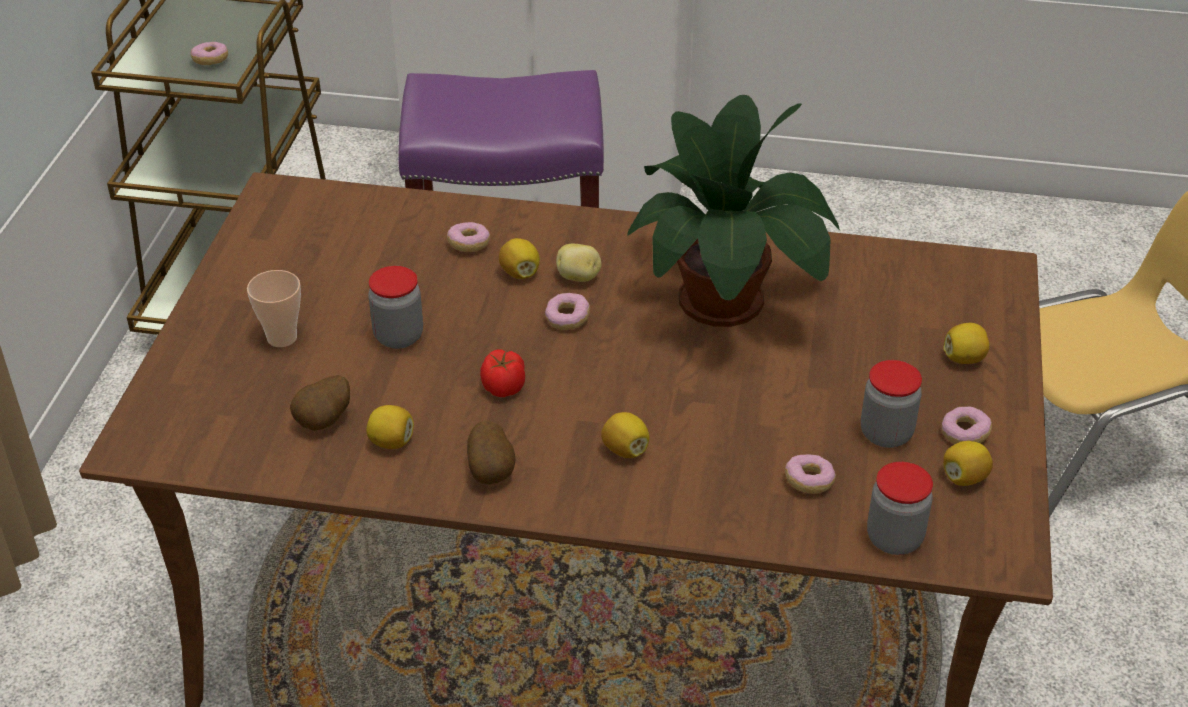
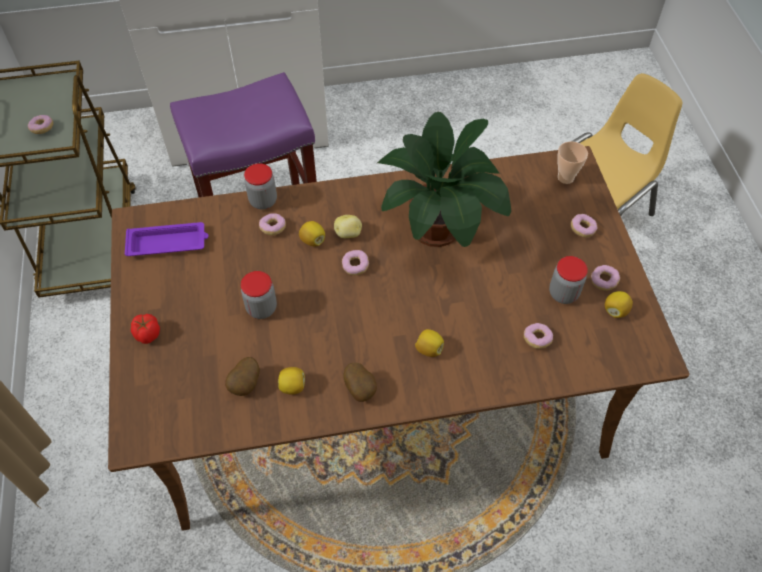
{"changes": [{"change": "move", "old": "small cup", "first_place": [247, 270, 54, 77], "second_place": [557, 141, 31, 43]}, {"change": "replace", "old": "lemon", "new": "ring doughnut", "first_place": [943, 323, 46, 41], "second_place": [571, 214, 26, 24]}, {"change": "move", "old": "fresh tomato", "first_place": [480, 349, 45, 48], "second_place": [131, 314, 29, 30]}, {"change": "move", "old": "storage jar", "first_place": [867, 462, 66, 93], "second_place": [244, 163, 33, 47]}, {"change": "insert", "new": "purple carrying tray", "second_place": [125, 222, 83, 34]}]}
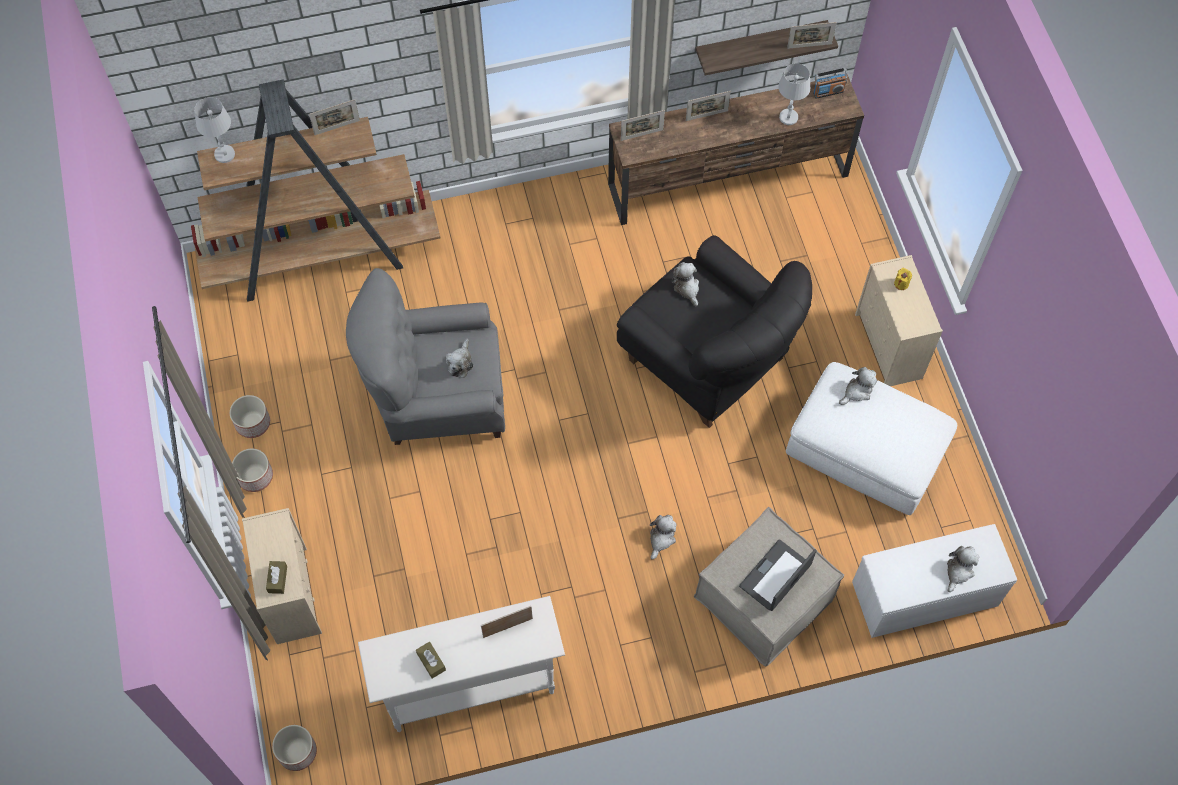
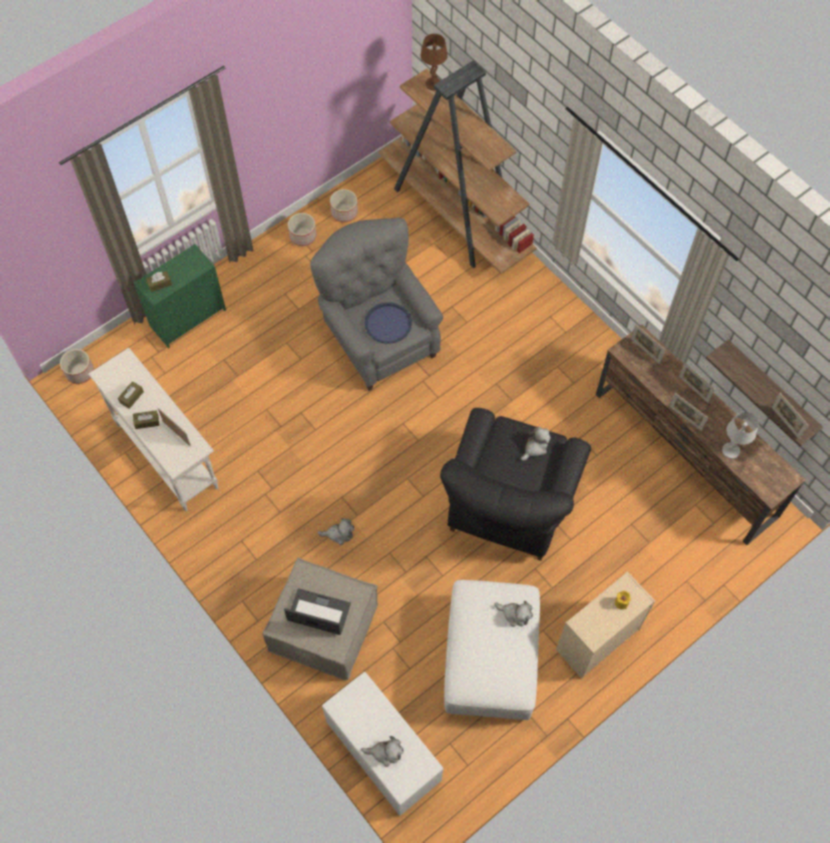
{"changes": [{"change": "delete", "old": "radio receiver", "first_place": [813, 68, 34, 31]}, {"change": "recolor", "old": "white tabletop lamp", "new": "brown-coloured tabletop lamp", "first_place": [194, 97, 41, 66], "second_place": [421, 34, 27, 57]}, {"change": "move", "old": "photo frame", "first_place": [309, 99, 51, 36], "second_place": [669, 393, 39, 38]}, {"change": "replace", "old": "cuddly toy", "new": "bluish carrying tray", "first_place": [446, 339, 27, 39], "second_place": [364, 302, 48, 42]}, {"change": "move", "old": "plant pot", "first_place": [232, 449, 41, 43], "second_place": [330, 189, 28, 33]}, {"change": "recolor", "old": "sand-coloured dresser", "new": "greenish dresser", "first_place": [242, 508, 80, 136], "second_place": [134, 244, 92, 104]}, {"change": "insert", "new": "brown-coloured box of tissues", "second_place": [133, 410, 26, 19]}]}
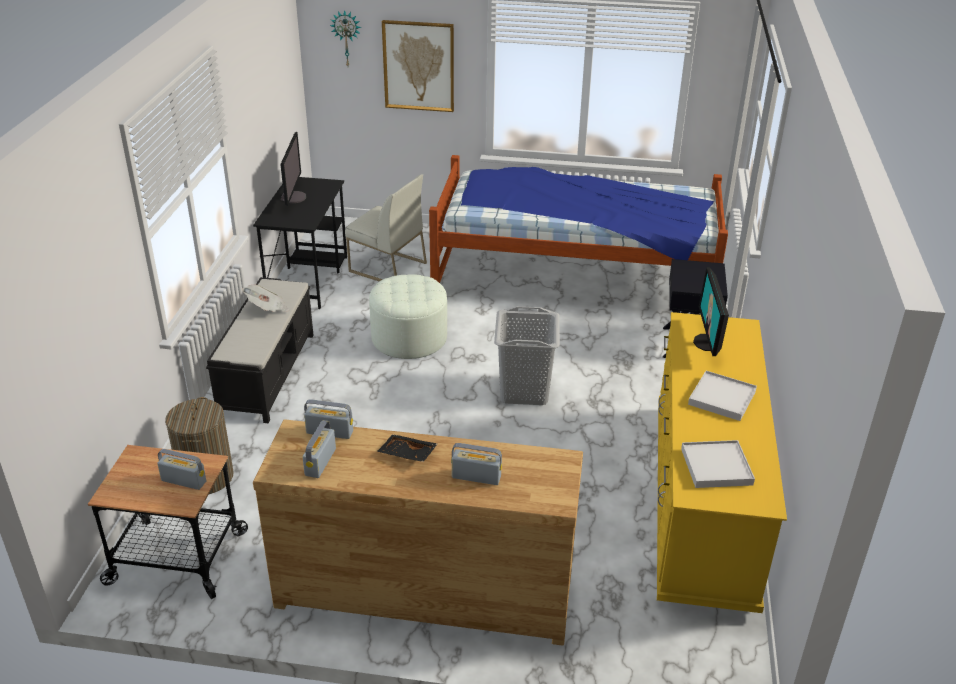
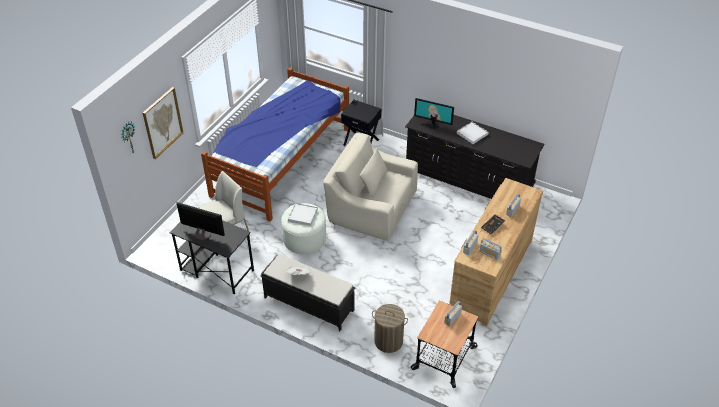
{"changes": [{"change": "replace", "old": "grey hamper", "new": "sand-coloured easy chair", "first_place": [494, 306, 66, 99], "second_place": [323, 133, 95, 108]}, {"change": "recolor", "old": "yellowish dresser", "new": "black dresser", "first_place": [657, 312, 130, 301], "second_place": [405, 115, 140, 84]}, {"change": "move", "old": "white carrying tray", "first_place": [681, 440, 74, 48], "second_place": [288, 203, 30, 23]}]}
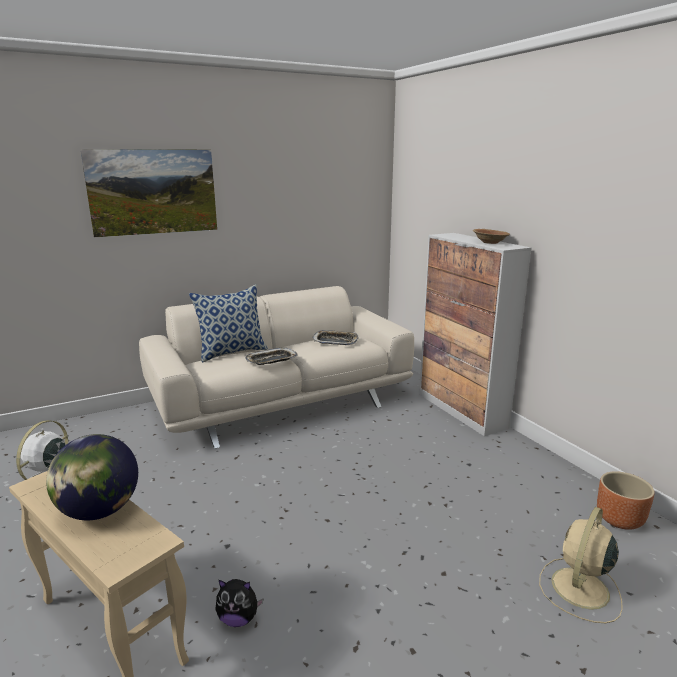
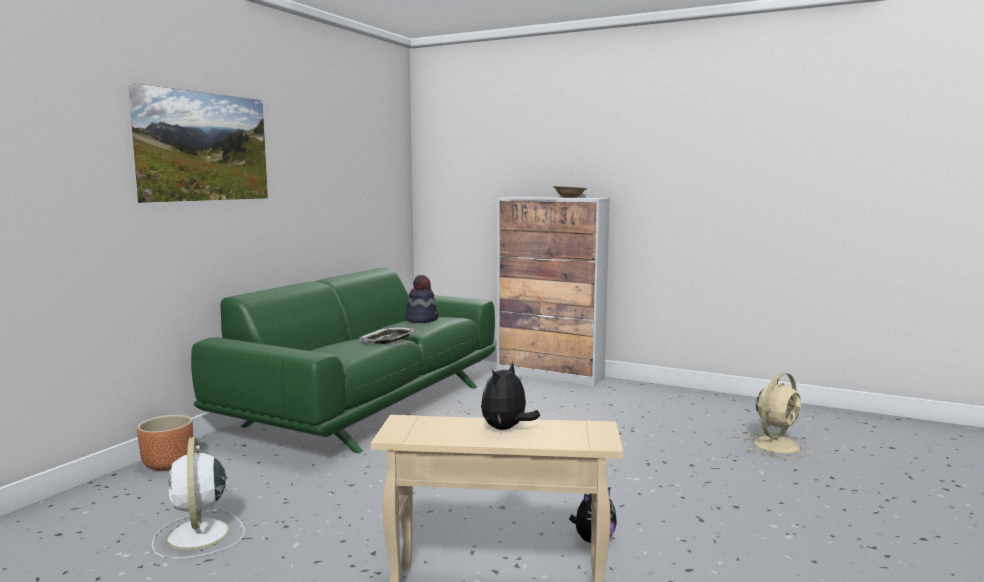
{"changes": [{"change": "delete", "old": "throw pillow", "first_place": [189, 284, 79, 79]}, {"change": "recolor", "old": "sand-coloured sofa", "new": "greenish sofa", "first_place": [139, 286, 275, 163], "second_place": [191, 268, 305, 185]}, {"change": "replace", "old": "carrying tray", "new": "clothing hat", "first_place": [313, 330, 46, 15], "second_place": [405, 275, 33, 48]}, {"change": "replace", "old": "globe", "new": "cuddly toy", "first_place": [46, 434, 92, 86], "second_place": [481, 361, 59, 69]}, {"change": "move", "old": "brown-coloured plant pot", "first_place": [597, 471, 57, 59], "second_place": [137, 415, 56, 56]}, {"change": "rotate", "old": "sand-coloured fan", "first_place": [539, 507, 84, 116], "second_place": [745, 373, 68, 85], "degrees": -135}]}
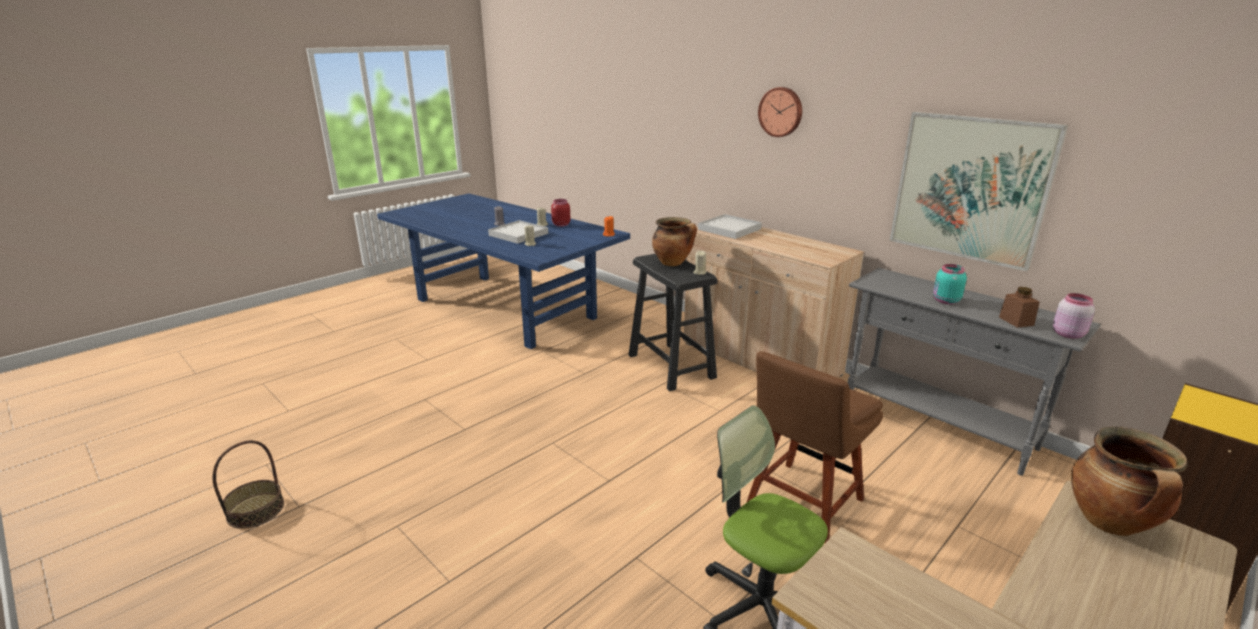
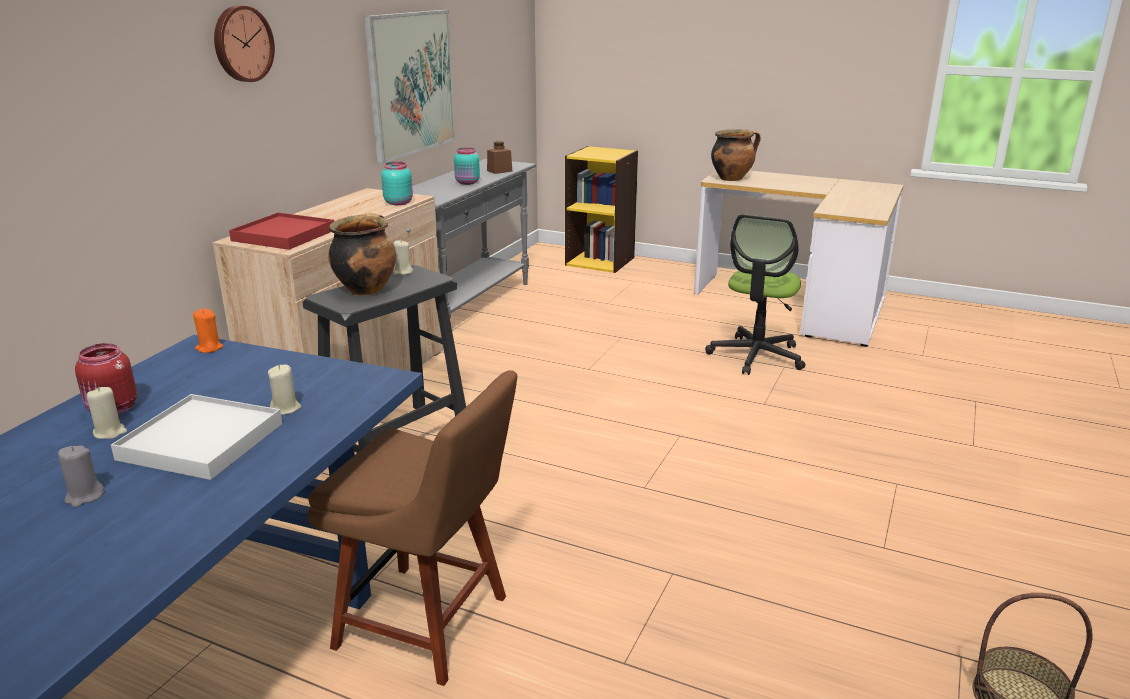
{"changes": [{"change": "recolor", "old": "white carrying tray", "new": "red carrying tray", "first_place": [698, 214, 64, 25], "second_place": [229, 213, 105, 37]}, {"change": "delete", "old": "pinkish storage jar", "first_place": [1053, 293, 42, 46]}, {"change": "move", "old": "brown-coloured plain chair", "first_place": [747, 351, 136, 192], "second_place": [307, 370, 210, 316]}, {"change": "insert", "new": "turquoise-coloured storage jar", "second_place": [381, 162, 32, 43]}]}
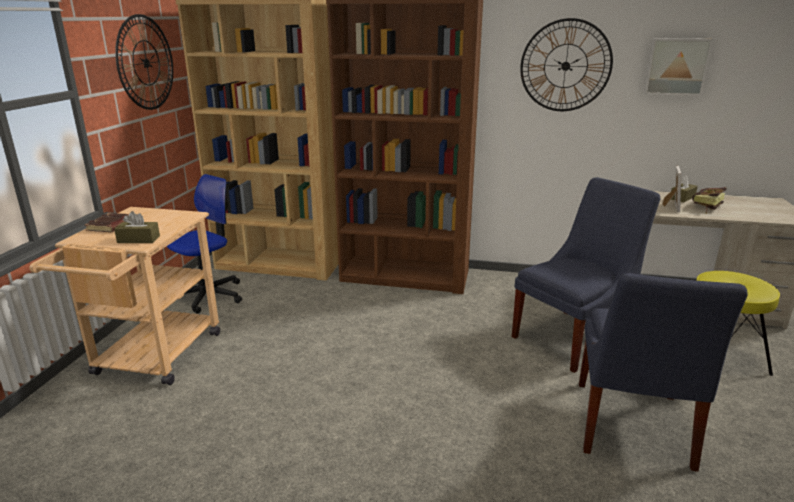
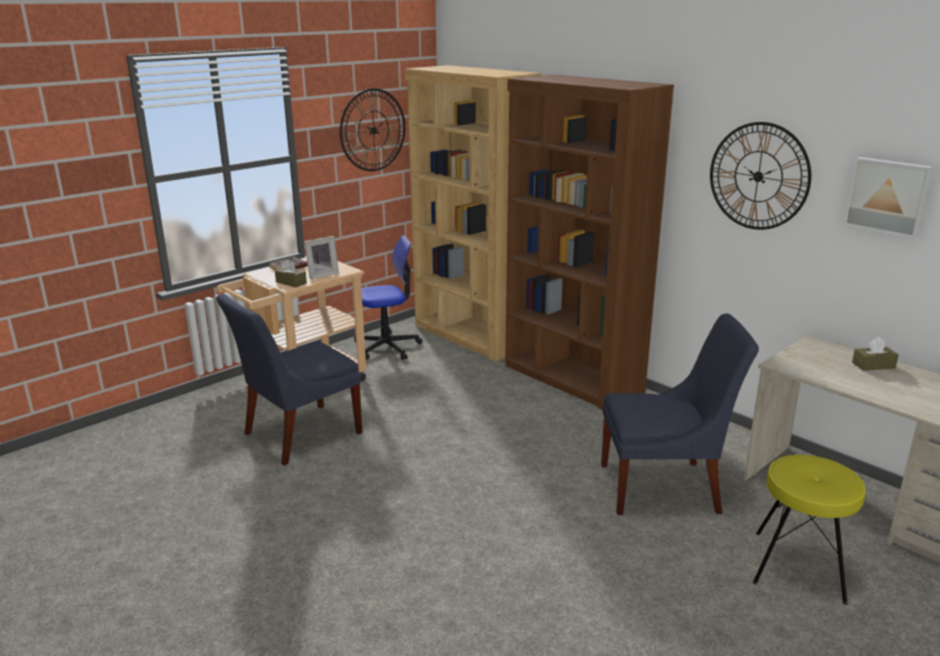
{"changes": [{"change": "move", "old": "photo frame", "first_place": [662, 166, 19, 46], "second_place": [304, 236, 35, 44]}, {"change": "delete", "old": "book", "first_place": [692, 187, 35, 26]}, {"change": "move", "old": "bluish plain chair", "first_place": [579, 273, 169, 199], "second_place": [216, 294, 147, 172]}]}
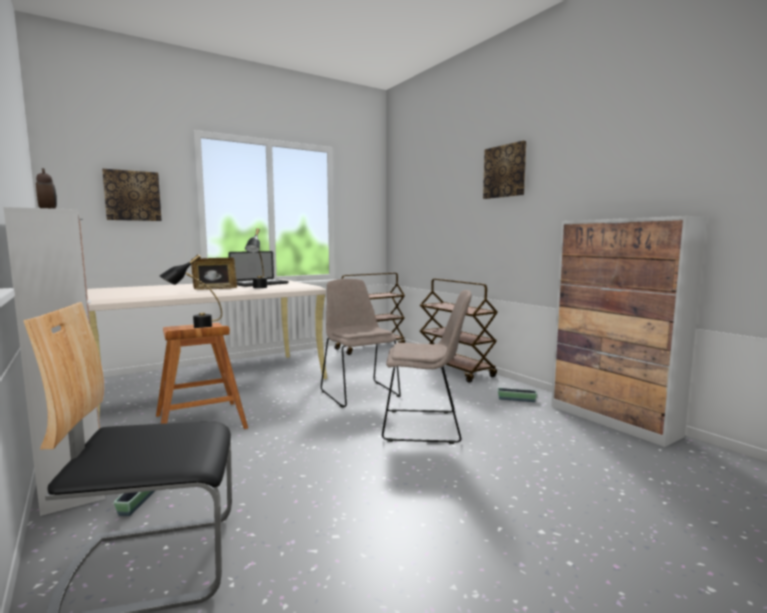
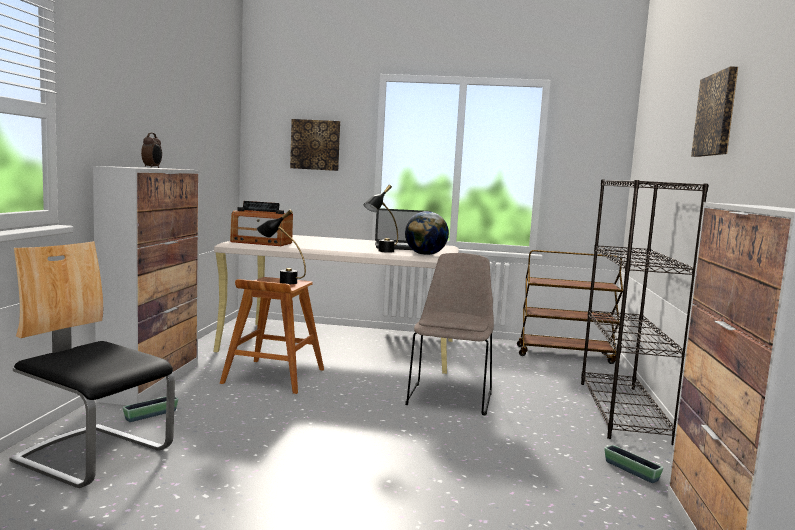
{"changes": [{"change": "delete", "old": "photo frame", "first_place": [191, 257, 46, 33]}, {"change": "replace", "old": "brown-coloured cart", "new": "black bookshelf", "first_place": [419, 279, 79, 104], "second_place": [581, 179, 128, 266]}, {"change": "delete", "old": "sand-coloured plain chair", "first_place": [382, 290, 90, 154]}, {"change": "insert", "new": "radio receiver", "second_place": [230, 201, 63, 45]}, {"change": "insert", "new": "globe", "second_place": [405, 211, 44, 44]}]}
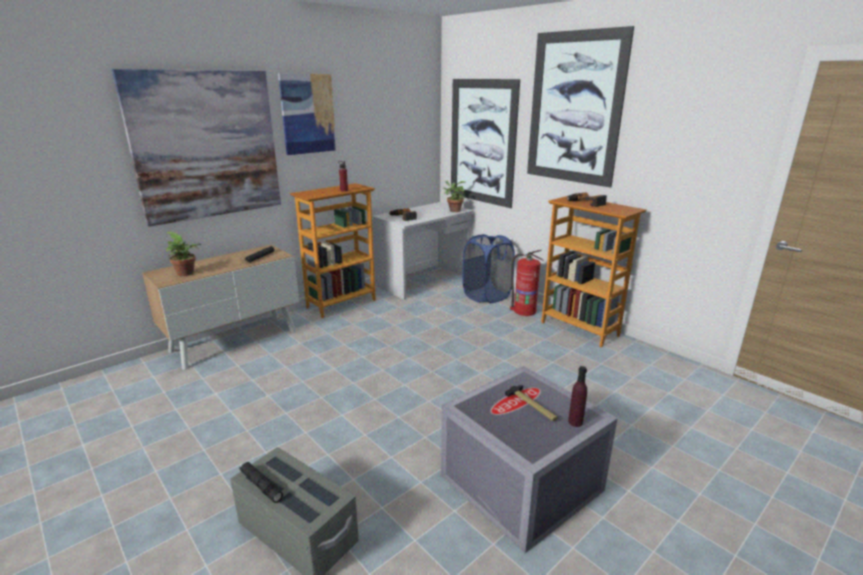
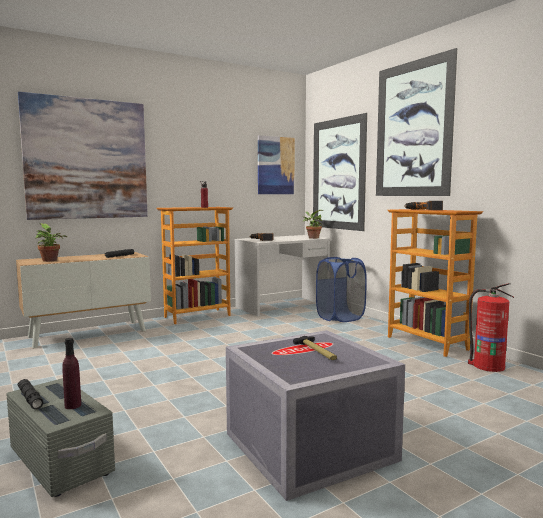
{"changes": [{"change": "move", "old": "wall art", "first_place": [278, 74, 58, 81], "second_place": [258, 135, 37, 59]}, {"change": "move", "old": "extinguisher", "first_place": [510, 250, 34, 66], "second_place": [468, 283, 46, 89]}, {"change": "move", "old": "purple drink bottle", "first_place": [568, 366, 19, 61], "second_place": [62, 338, 19, 71]}]}
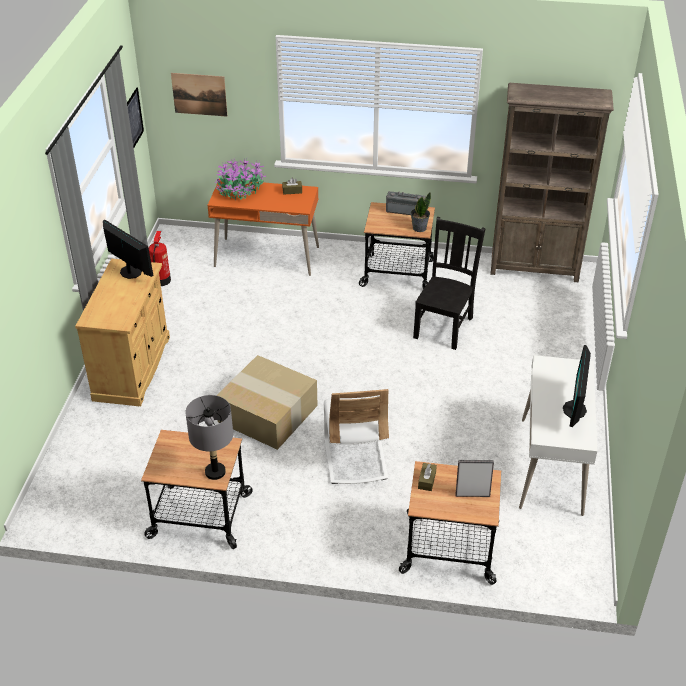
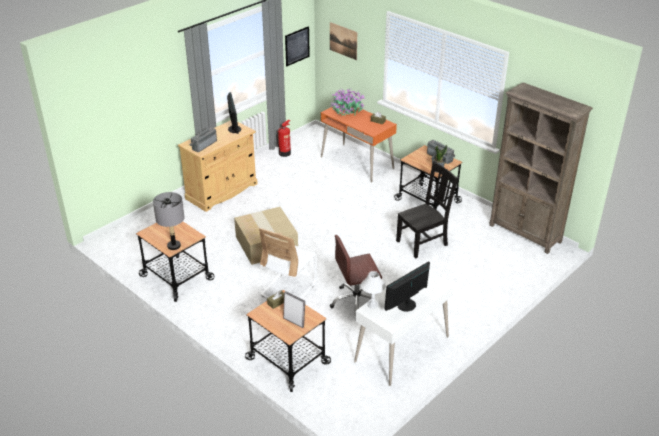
{"changes": [{"change": "insert", "new": "radio receiver", "second_place": [189, 127, 28, 25]}, {"change": "insert", "new": "brown-coloured office chair", "second_place": [330, 235, 52, 85]}, {"change": "insert", "new": "white tabletop lamp", "second_place": [361, 271, 25, 38]}]}
